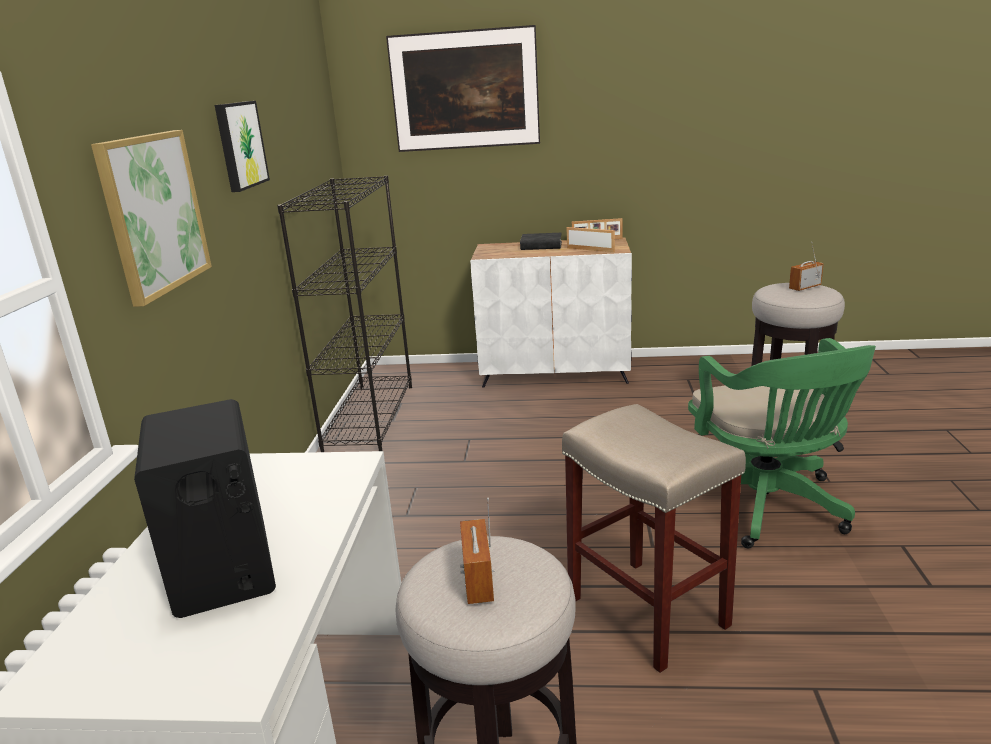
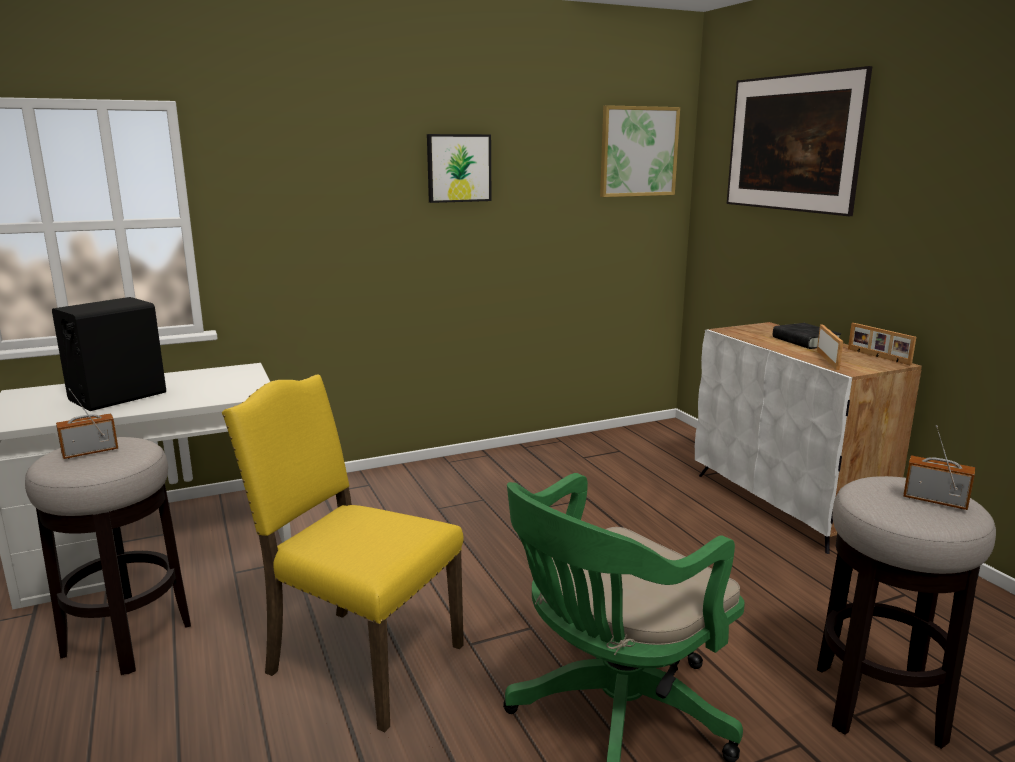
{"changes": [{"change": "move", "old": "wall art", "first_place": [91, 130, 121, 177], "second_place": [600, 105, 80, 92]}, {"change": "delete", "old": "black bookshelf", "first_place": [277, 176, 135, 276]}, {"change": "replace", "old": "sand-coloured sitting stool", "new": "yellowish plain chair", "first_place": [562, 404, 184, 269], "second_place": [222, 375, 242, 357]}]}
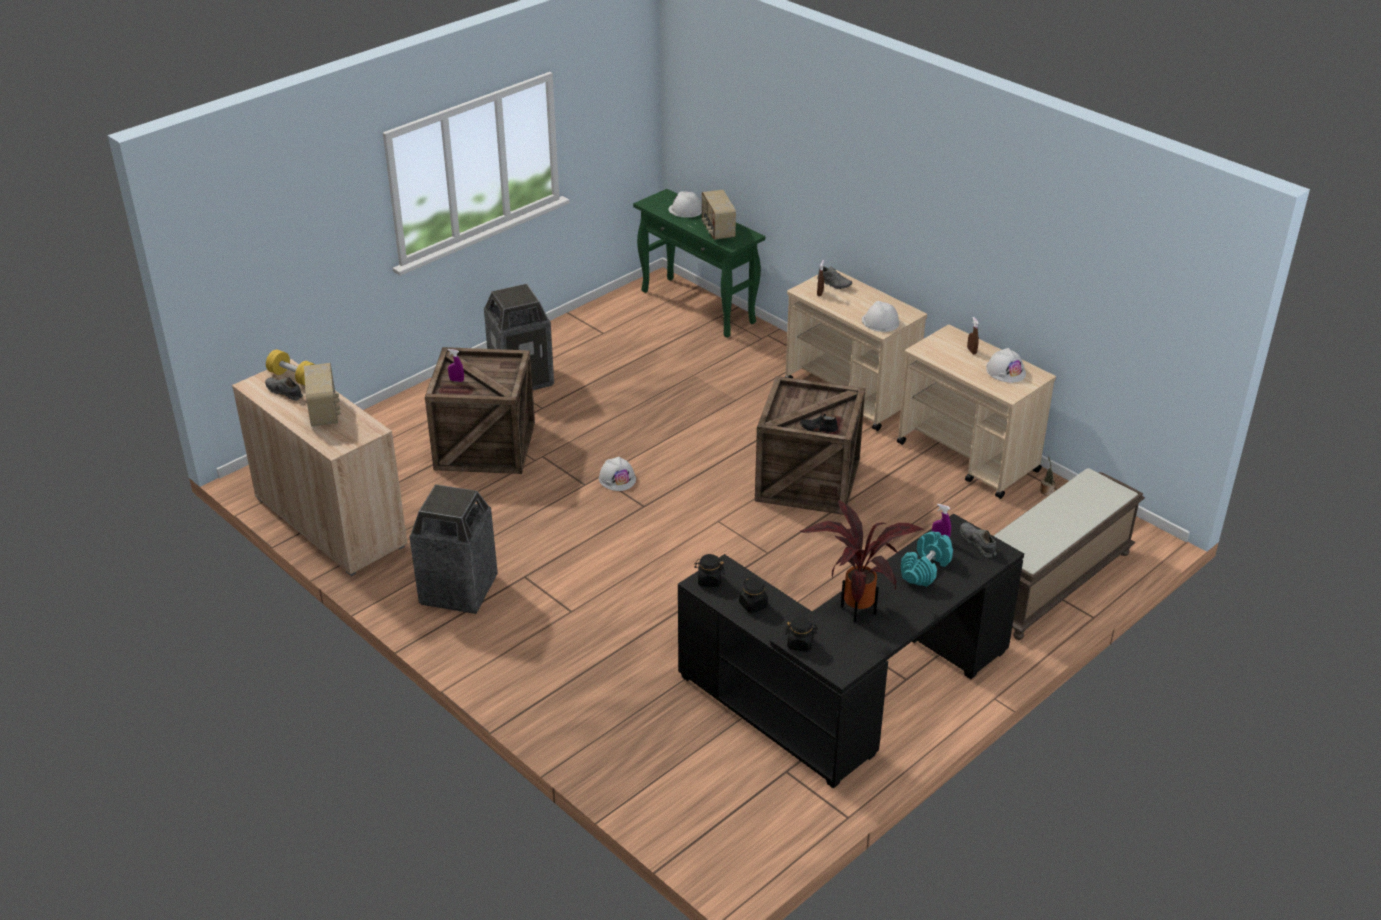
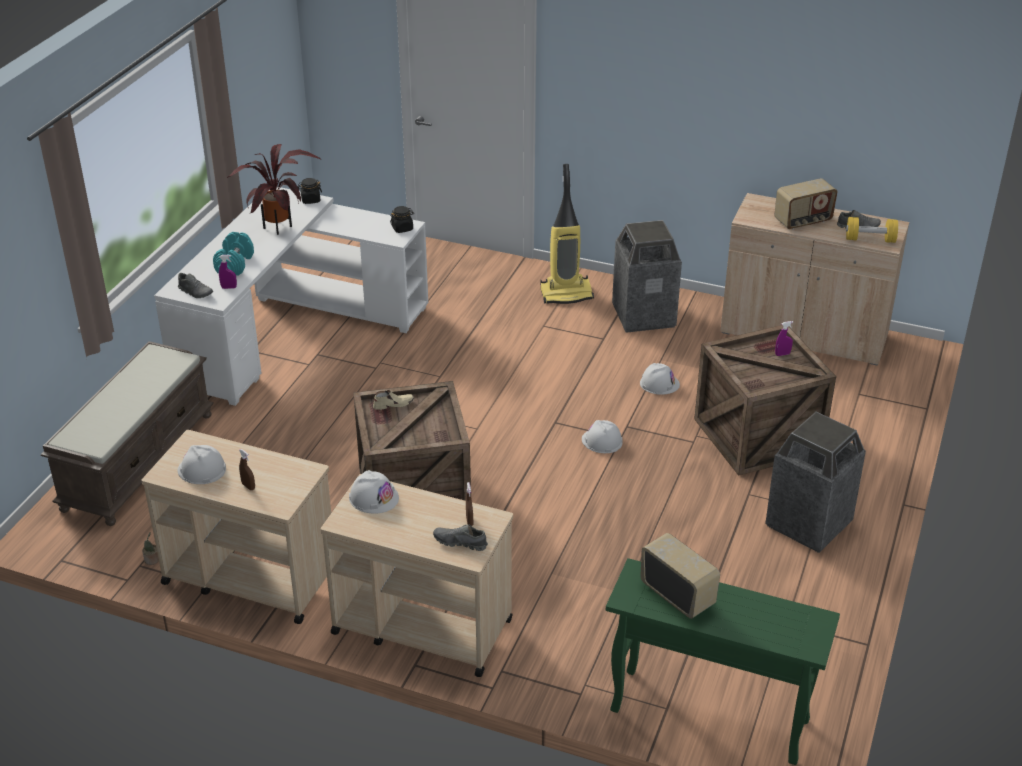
{"changes": [{"change": "move", "old": "white safety helmet", "first_place": [668, 191, 34, 27], "second_place": [640, 363, 40, 32]}, {"change": "rotate", "old": "radio receiver", "first_place": [304, 363, 37, 63], "second_place": [774, 178, 64, 52], "degrees": -75}, {"change": "recolor", "old": "black shoe", "new": "sand-coloured shoe", "first_place": [799, 413, 39, 19], "second_place": [373, 390, 41, 20]}, {"change": "recolor", "old": "black desk", "new": "white desk", "first_place": [678, 513, 346, 276], "second_place": [154, 187, 274, 219]}, {"change": "delete", "old": "black storage jar", "first_place": [739, 577, 29, 36]}, {"change": "insert", "new": "hoover", "second_place": [540, 164, 54, 140]}]}
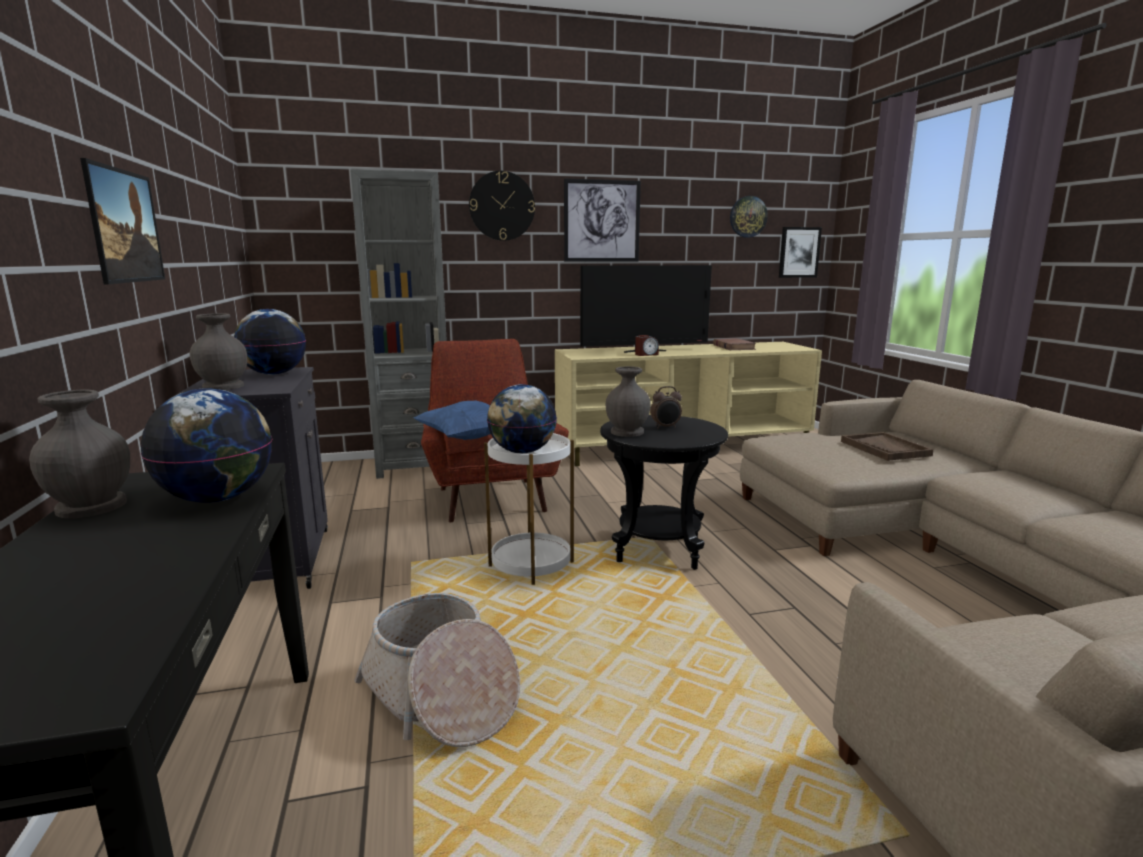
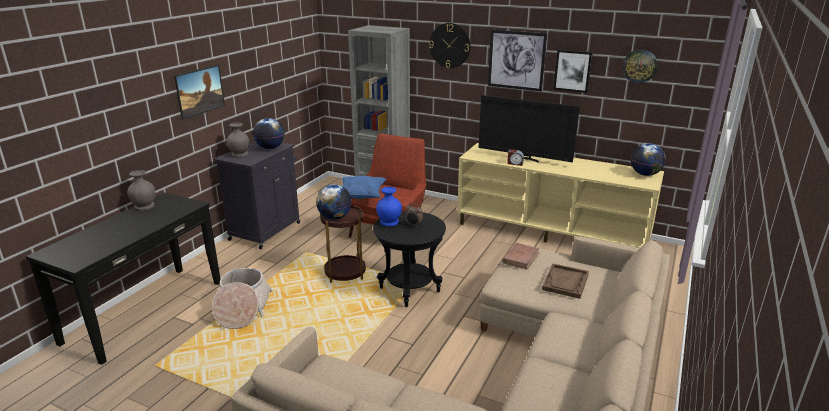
{"changes": [{"change": "move", "old": "wall art", "first_place": [779, 227, 43, 51], "second_place": [553, 49, 40, 44]}, {"change": "move", "old": "brown-coloured book", "first_place": [713, 338, 43, 12], "second_place": [502, 243, 37, 27]}, {"change": "recolor", "old": "grey decorative vase", "new": "bluish decorative vase", "first_place": [606, 366, 45, 71], "second_place": [376, 187, 26, 40]}, {"change": "move", "old": "globe", "first_place": [141, 388, 131, 115], "second_place": [631, 143, 35, 33]}, {"change": "recolor", "old": "white side table", "new": "brown-coloured side table", "first_place": [484, 433, 90, 152], "second_place": [320, 205, 46, 78]}]}
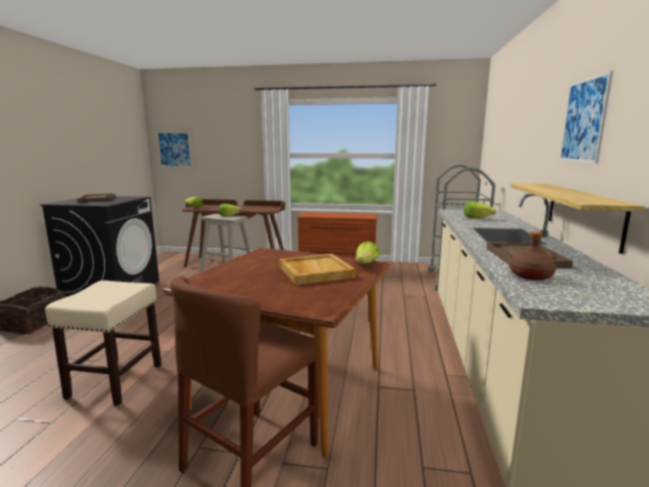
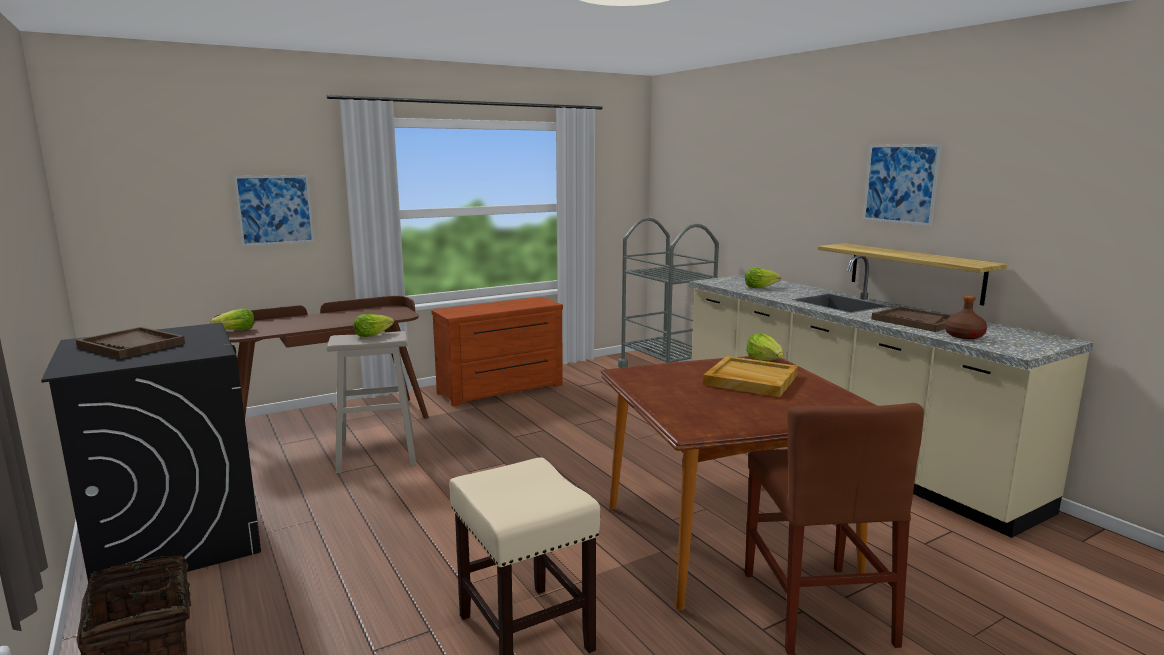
{"changes": [{"change": "move", "old": "wall art", "first_place": [157, 132, 35, 35], "second_place": [234, 175, 80, 71]}]}
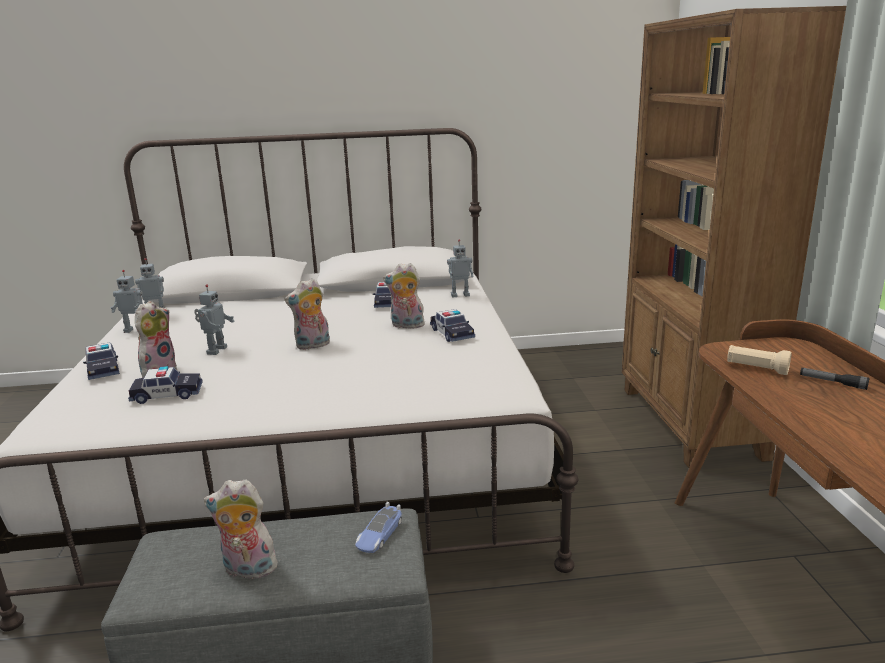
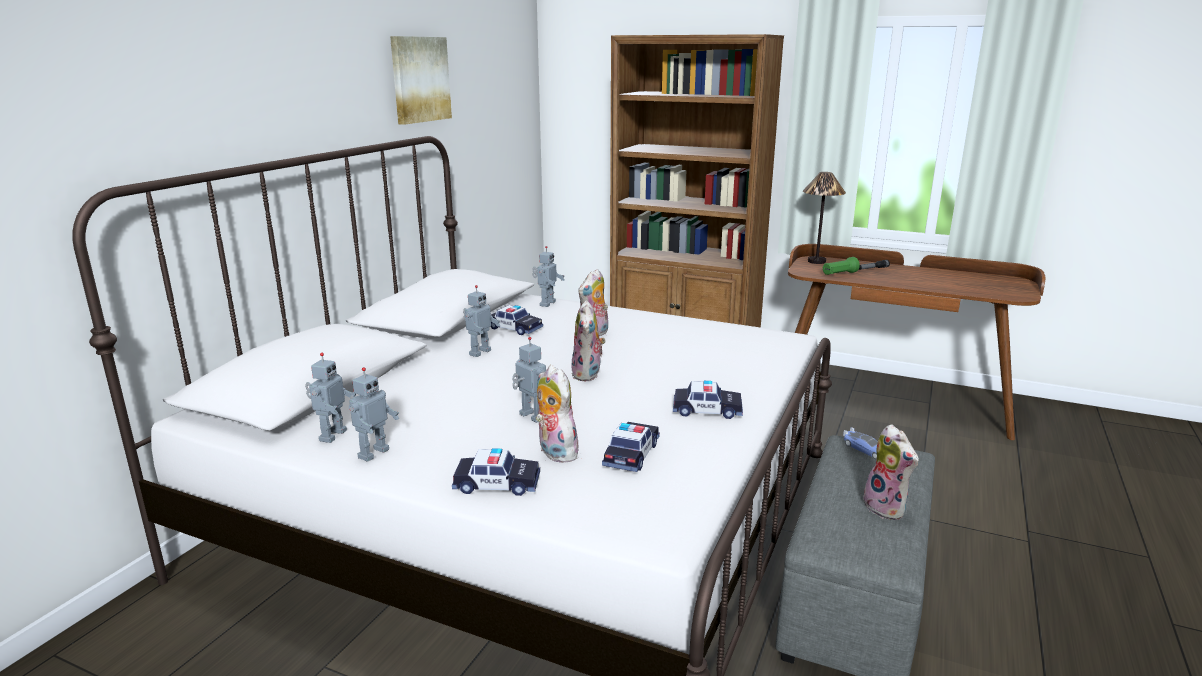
{"changes": [{"change": "move", "old": "toy car", "first_place": [430, 309, 45, 33], "second_place": [673, 381, 70, 38]}, {"change": "recolor", "old": "sand-coloured flashlight", "new": "greenish flashlight", "first_place": [727, 345, 65, 30], "second_place": [823, 257, 37, 18]}, {"change": "rotate", "old": "cuddly toy", "first_place": [204, 479, 74, 100], "second_place": [861, 424, 58, 96], "degrees": -60}, {"change": "insert", "new": "wall art", "second_place": [390, 36, 62, 89]}, {"change": "insert", "new": "tabletop lamp", "second_place": [803, 172, 43, 92]}, {"change": "insert", "new": "robot figure", "second_place": [463, 285, 37, 72]}]}
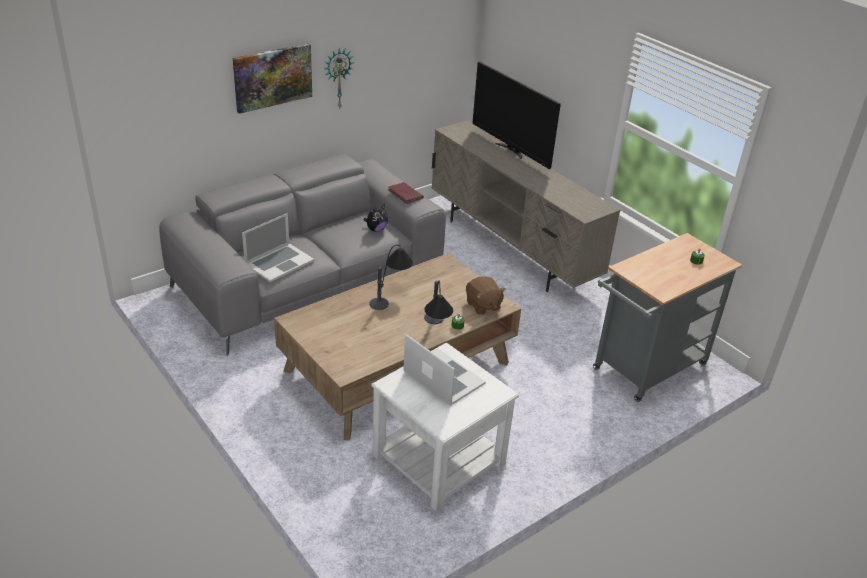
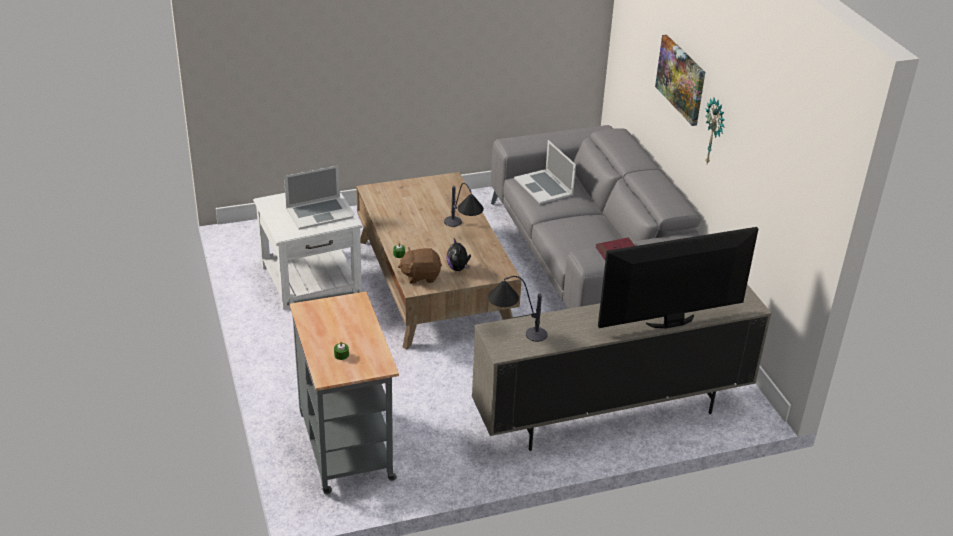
{"changes": [{"change": "move", "old": "cuddly toy", "first_place": [364, 204, 24, 28], "second_place": [446, 238, 25, 33]}, {"change": "move", "old": "tabletop lamp", "first_place": [424, 280, 29, 44], "second_place": [488, 276, 60, 66]}]}
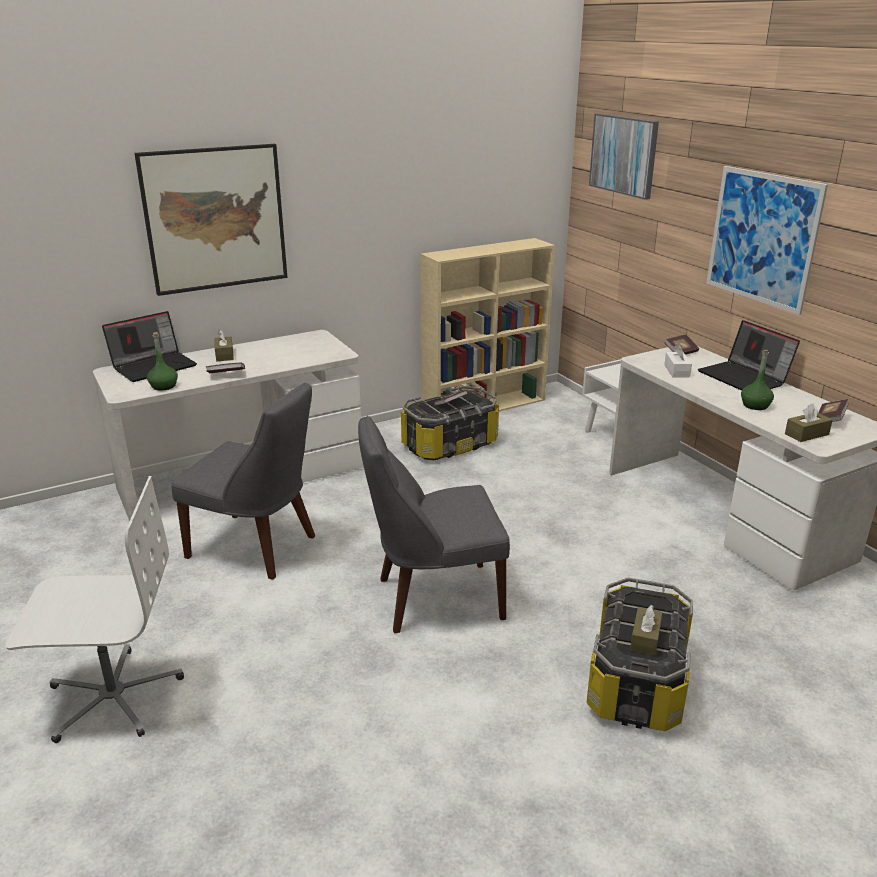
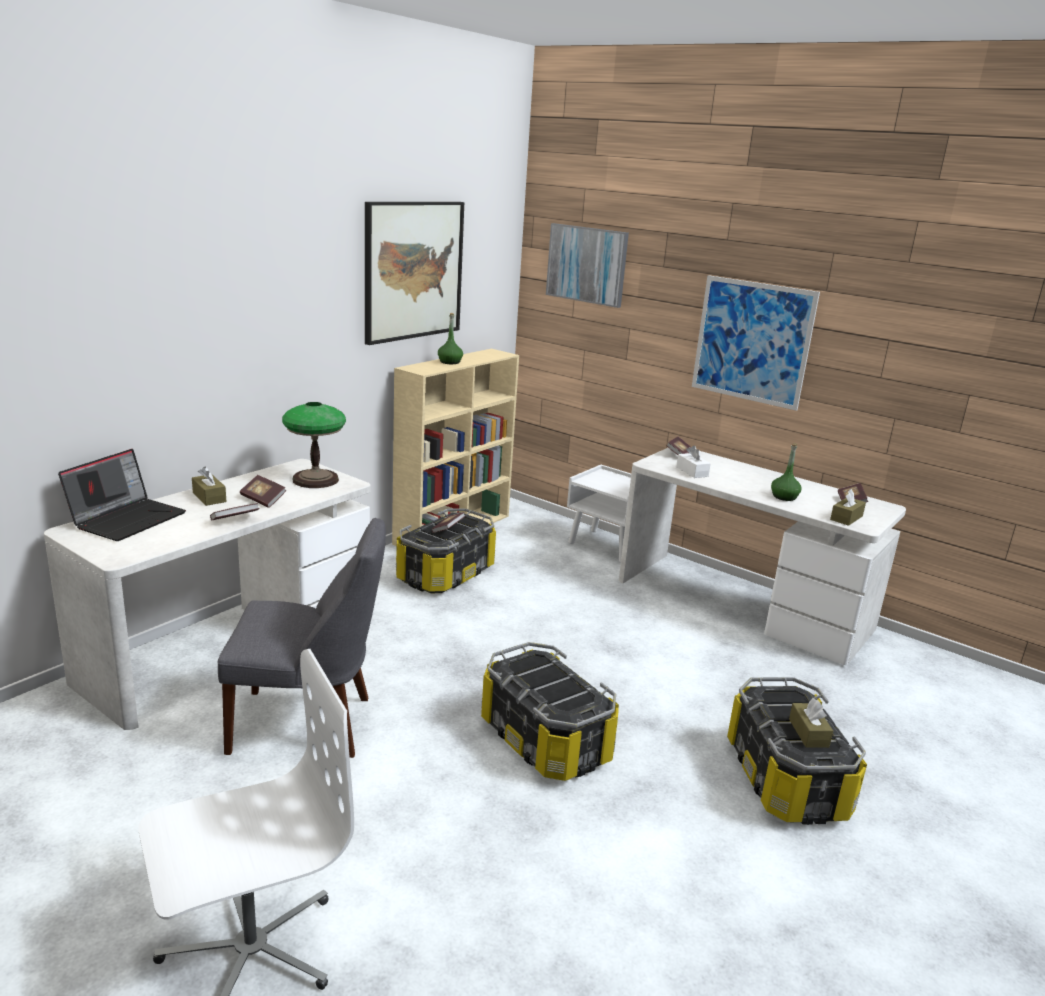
{"changes": [{"change": "move", "old": "wall art", "first_place": [134, 144, 154, 152], "second_place": [365, 202, 99, 143]}, {"change": "delete", "old": "notebook computer", "first_place": [698, 320, 102, 71]}, {"change": "move", "old": "greenish drink bottle", "first_place": [147, 332, 31, 59], "second_place": [438, 313, 25, 51]}, {"change": "replace", "old": "grey plain chair", "new": "storage bin", "first_place": [358, 416, 152, 217], "second_place": [481, 642, 138, 139]}, {"change": "insert", "new": "tabletop lamp", "second_place": [282, 402, 64, 86]}, {"change": "insert", "new": "book", "second_place": [240, 475, 47, 33]}]}
